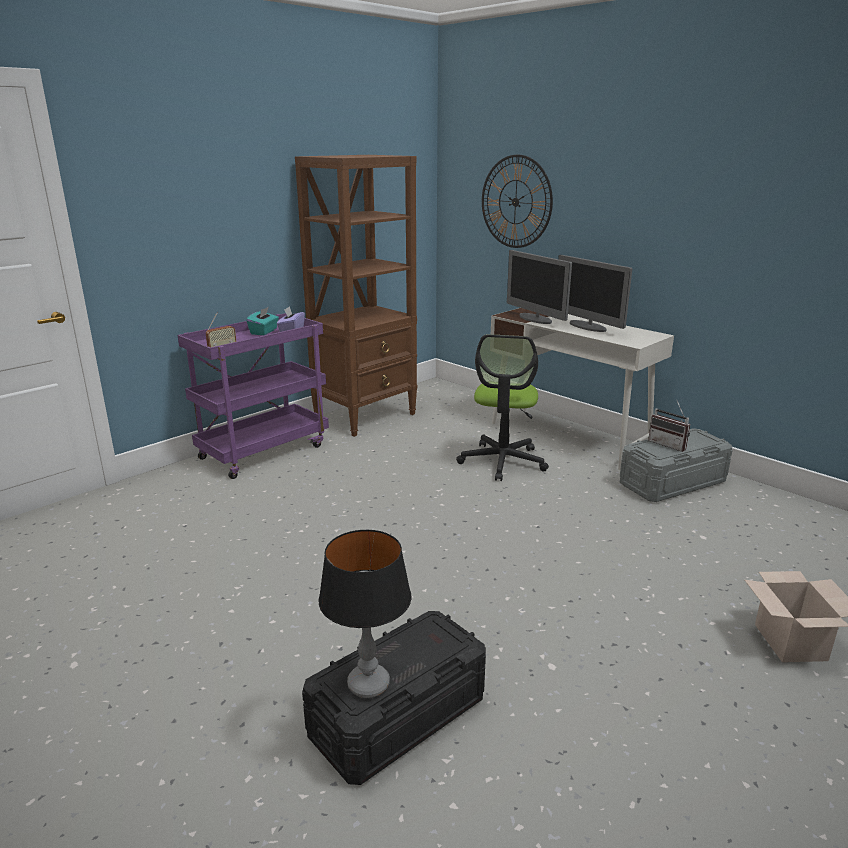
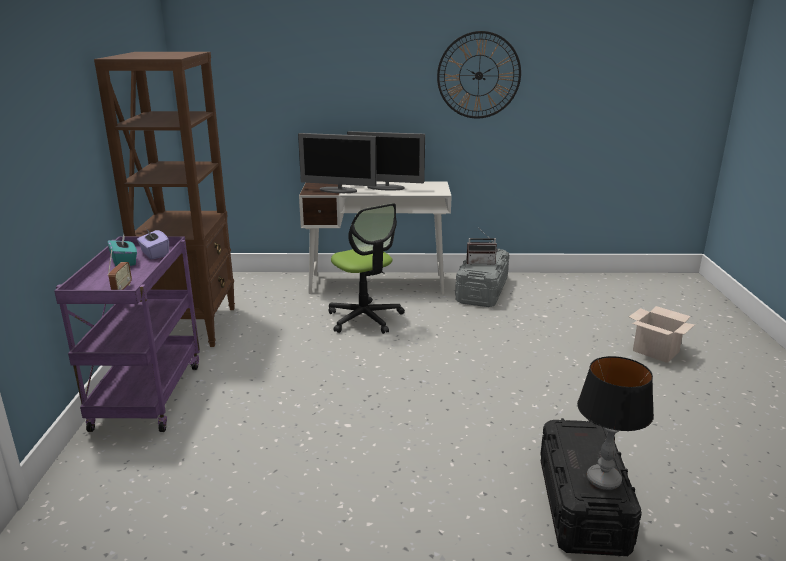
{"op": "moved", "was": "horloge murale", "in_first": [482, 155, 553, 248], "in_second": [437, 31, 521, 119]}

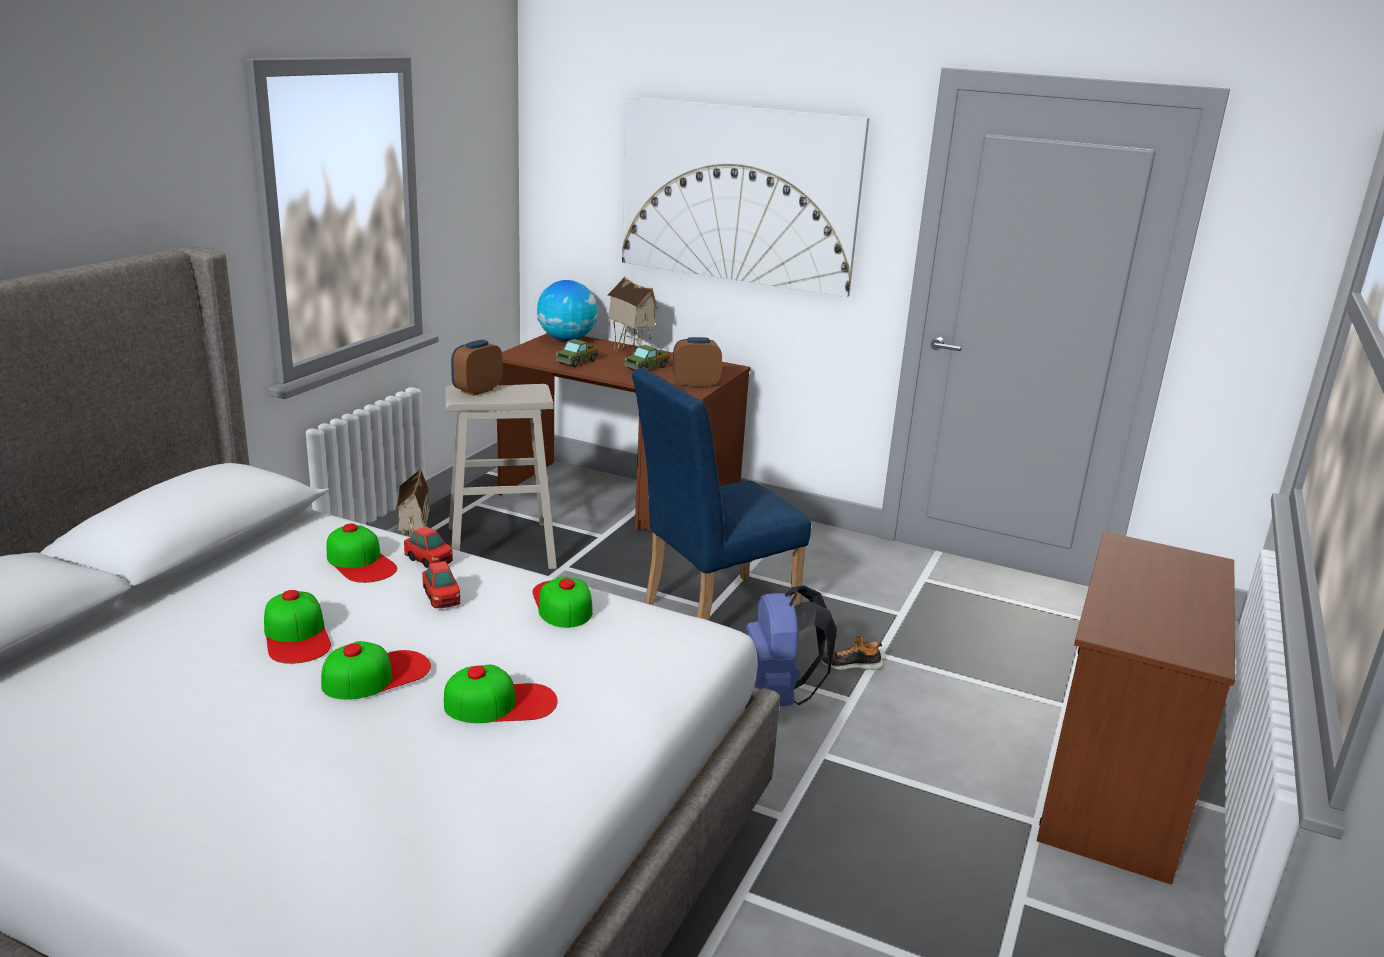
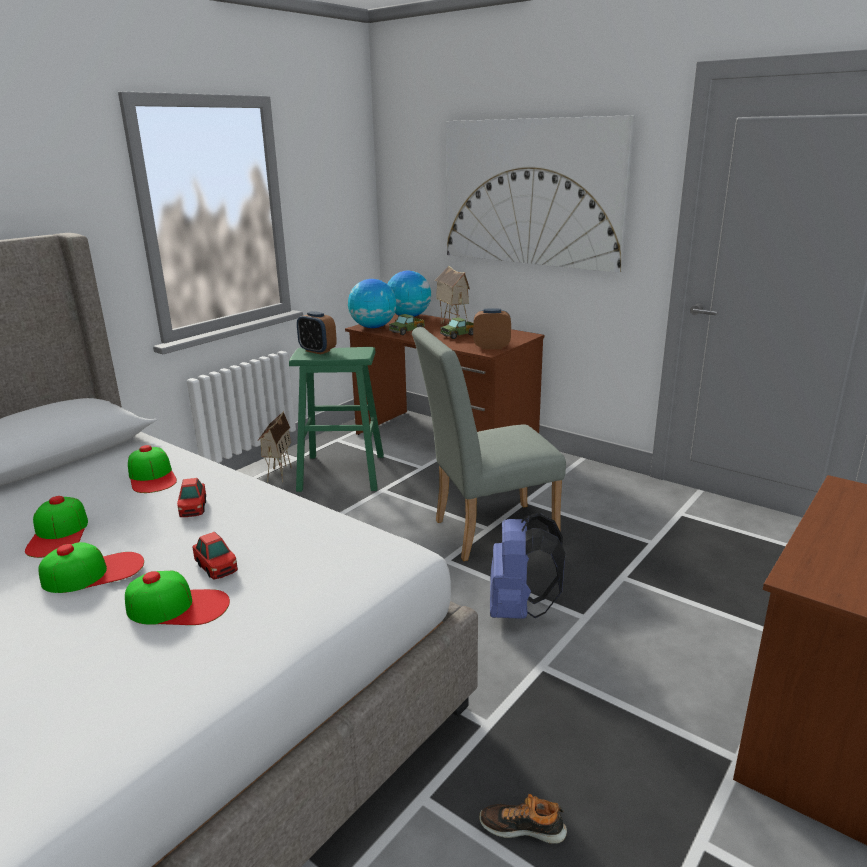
{"op": "moved", "was": "petite voiture", "in_first": [404, 526, 453, 568], "in_second": [192, 532, 238, 579]}
{"op": "recoloured", "was": "tabouret/beige", "now": "tabouret/vert", "in_first": [445, 384, 557, 569], "in_second": [289, 347, 384, 492]}
{"op": "turned", "was": "réveil", "in_first": [451, 340, 502, 396], "in_second": [297, 311, 337, 354], "clockwise": -105}
{"op": "removed", "was": "casquette", "in_first": [532, 577, 593, 628]}
{"op": "recoloured", "was": "chaise/bleu", "now": "chaise/gris", "in_first": [632, 368, 811, 620], "in_second": [412, 327, 566, 561]}
{"op": "moved", "was": "chaussure", "in_first": [821, 635, 884, 670], "in_second": [479, 794, 567, 844]}
{"op": "added", "now": "globe", "in_second": [348, 279, 396, 328]}

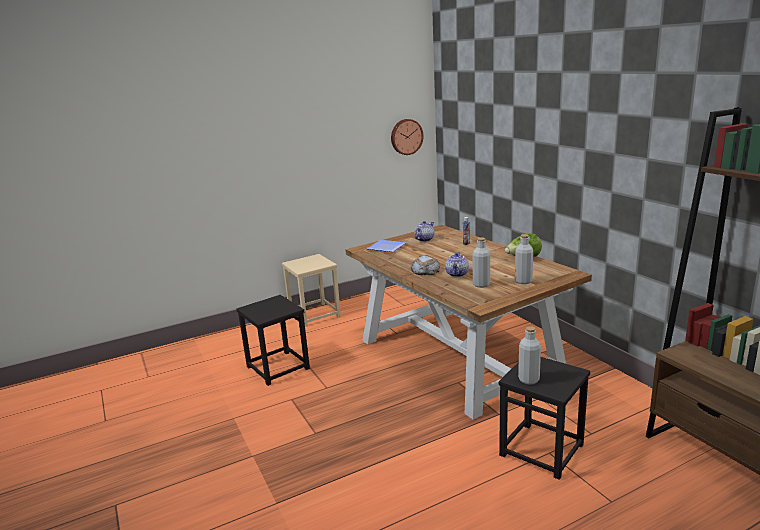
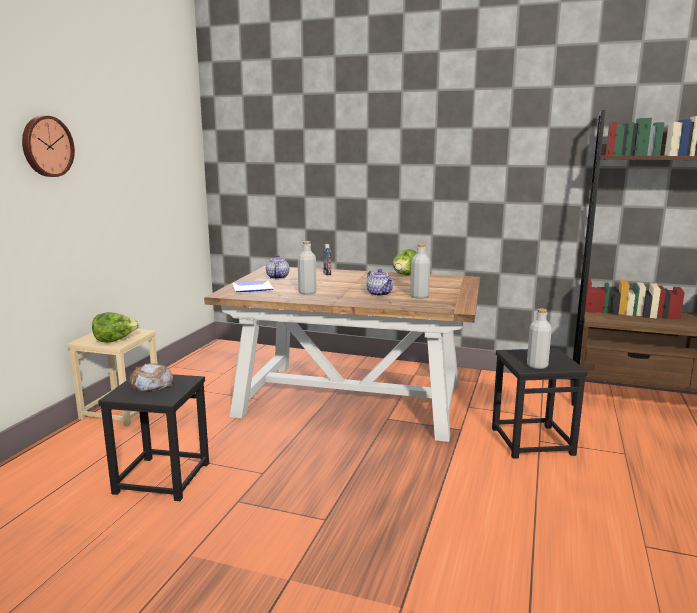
{"op": "moved", "was": "horloge murale", "in_first": [391, 119, 424, 155], "in_second": [22, 116, 75, 177]}
{"op": "moved", "was": "pain", "in_first": [411, 255, 440, 275], "in_second": [128, 363, 174, 392]}
{"op": "moved", "was": "bouteille/gris", "in_first": [515, 234, 533, 284], "in_second": [298, 241, 316, 295]}
{"op": "added", "now": "laitue", "in_second": [92, 312, 140, 343]}

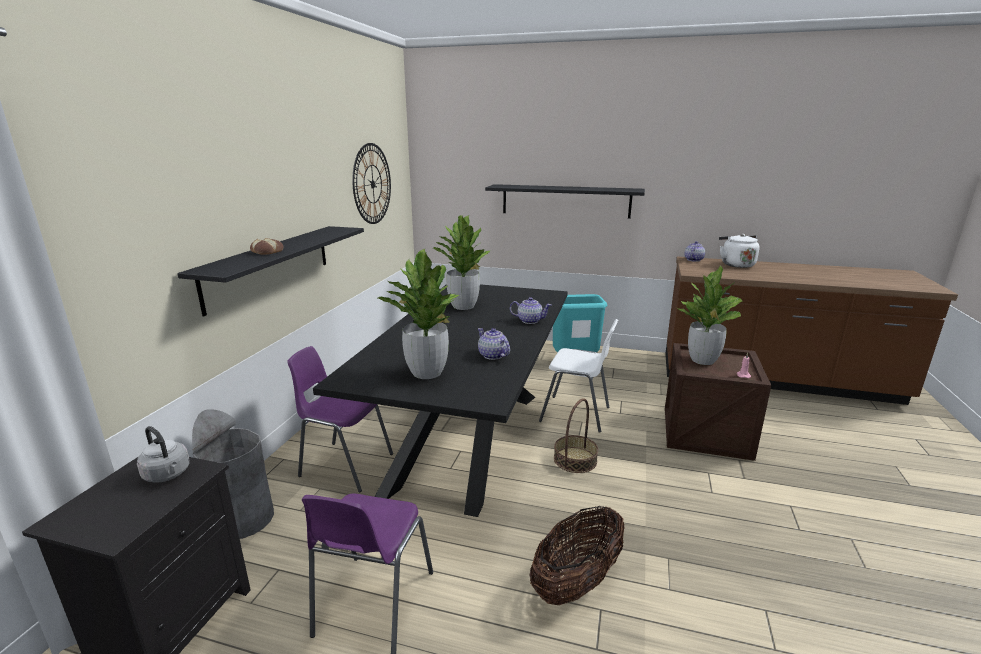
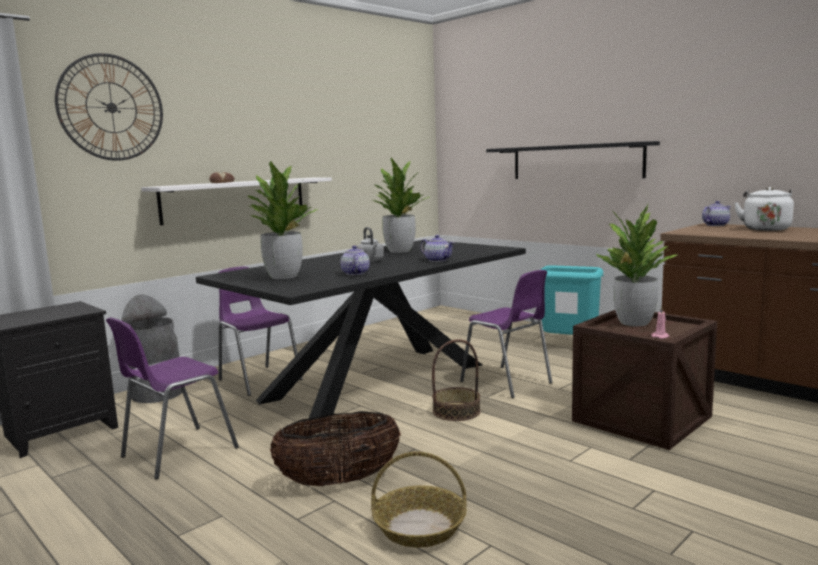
{"op": "moved", "was": "bouilloire/gris", "in_first": [137, 426, 189, 483], "in_second": [357, 227, 384, 262]}
{"op": "recoloured", "was": "étagère/noir", "now": "étagère/blanc", "in_first": [177, 226, 364, 316], "in_second": [141, 177, 332, 225]}
{"op": "moved", "was": "horloge murale", "in_first": [352, 143, 391, 224], "in_second": [55, 53, 163, 161]}
{"op": "recoloured", "was": "chaise/blanc", "now": "chaise/violet", "in_first": [539, 319, 618, 433], "in_second": [460, 270, 552, 398]}
{"op": "added", "now": "panier", "in_second": [371, 451, 467, 548]}

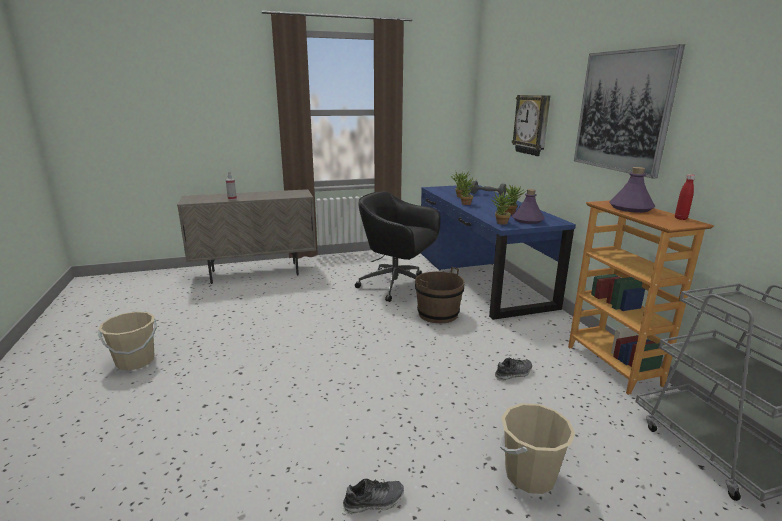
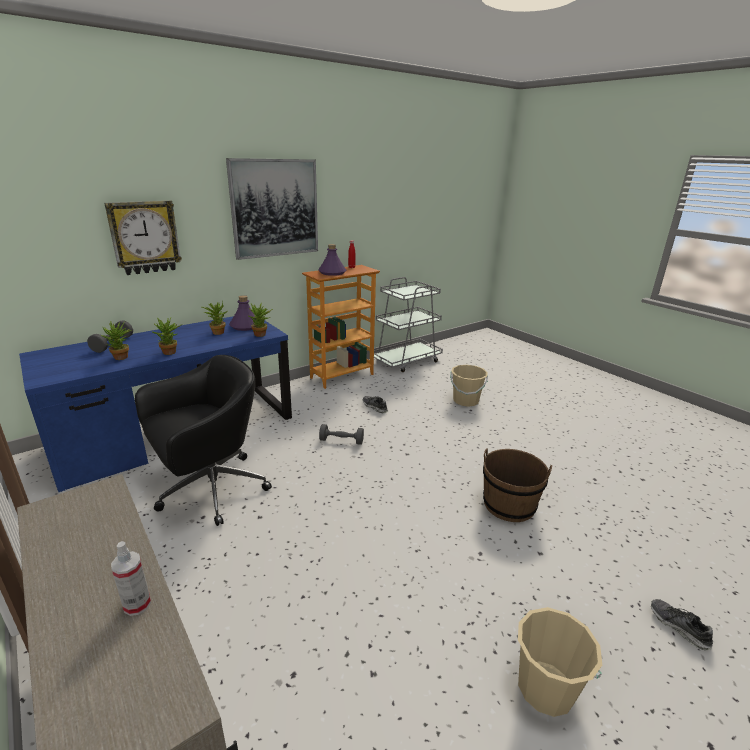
{"op": "moved", "was": "chaussure", "in_first": [343, 479, 404, 514], "in_second": [651, 599, 713, 651]}
{"op": "turned", "was": "chaise de bureau/noir", "in_first": [355, 191, 440, 302], "in_second": [135, 355, 272, 526], "clockwise": -135}
{"op": "moved", "was": "seau/marron", "in_first": [415, 267, 465, 323], "in_second": [483, 448, 552, 522]}
{"op": "added", "now": "haltère/gris", "in_second": [319, 424, 364, 445]}

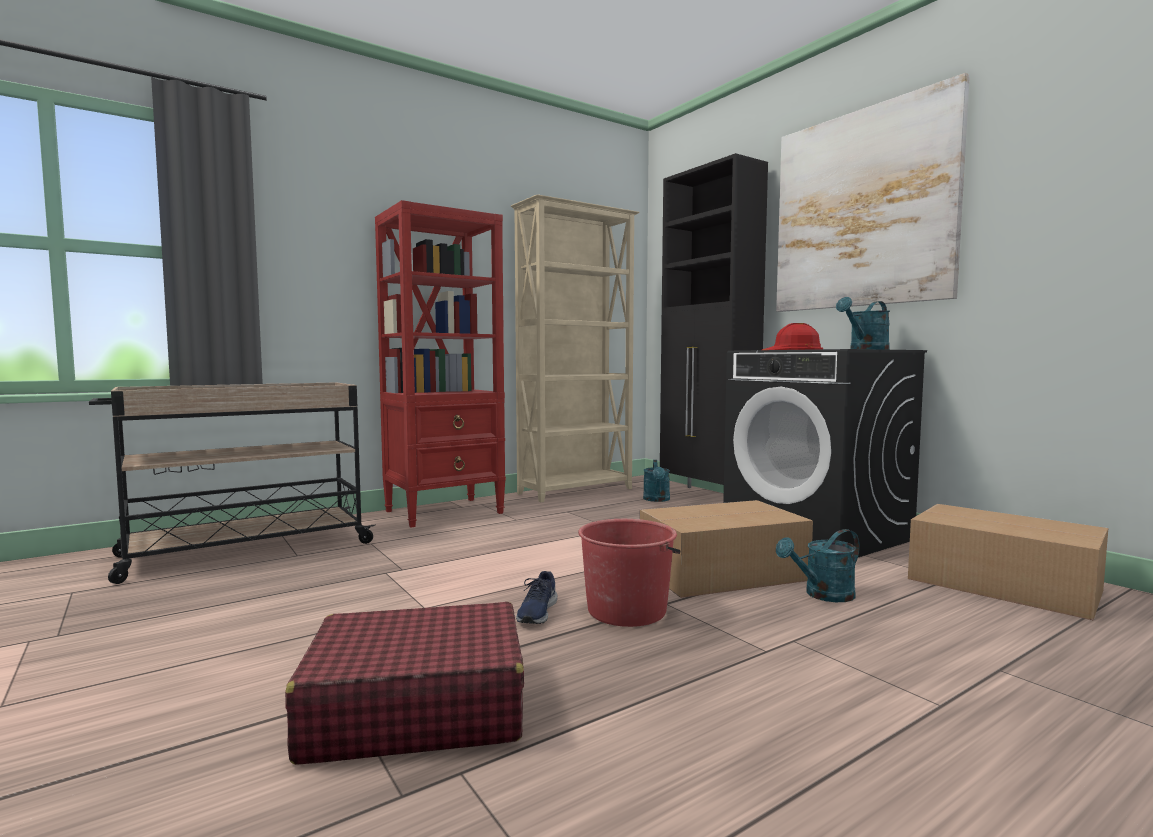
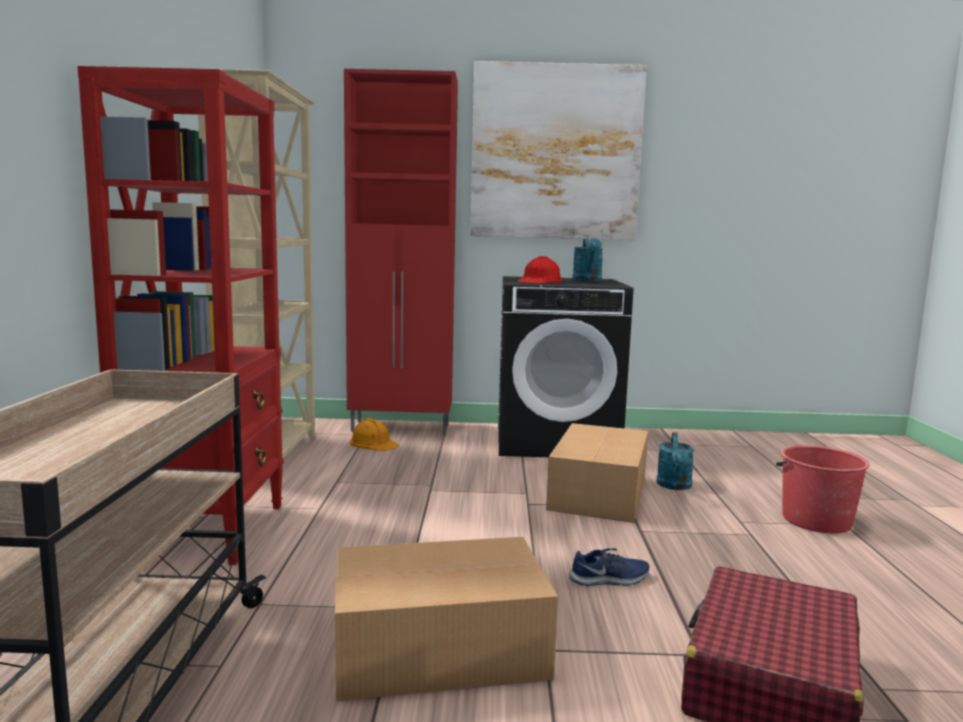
{"op": "turned", "was": "chaussure/bleu", "in_first": [516, 571, 557, 624], "in_second": [569, 548, 649, 586], "clockwise": -60}
{"op": "moved", "was": "seau/rouge", "in_first": [578, 519, 681, 627], "in_second": [776, 445, 870, 533]}
{"op": "replaced", "was": "arrosoir/turquoise", "now": "casque de chantier/orange", "in_first": [643, 460, 670, 502], "in_second": [350, 418, 399, 451]}
{"op": "recoloured", "was": "meuble de rangement/noir", "now": "meuble de rangement/rouge", "in_first": [660, 153, 768, 488], "in_second": [344, 69, 458, 435]}
{"op": "moved", "was": "carton", "in_first": [908, 504, 1108, 620], "in_second": [335, 537, 558, 701]}

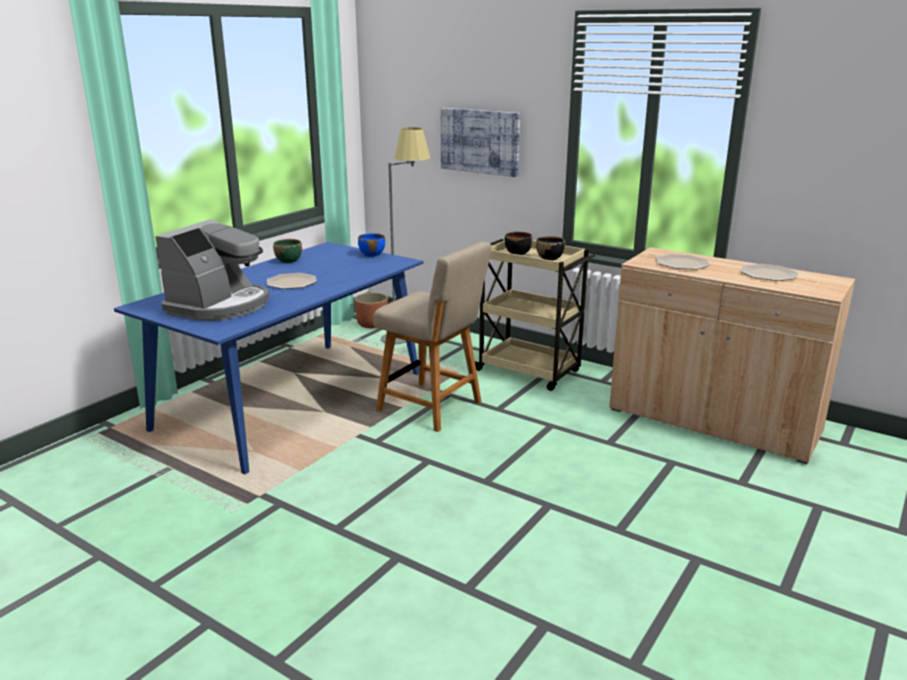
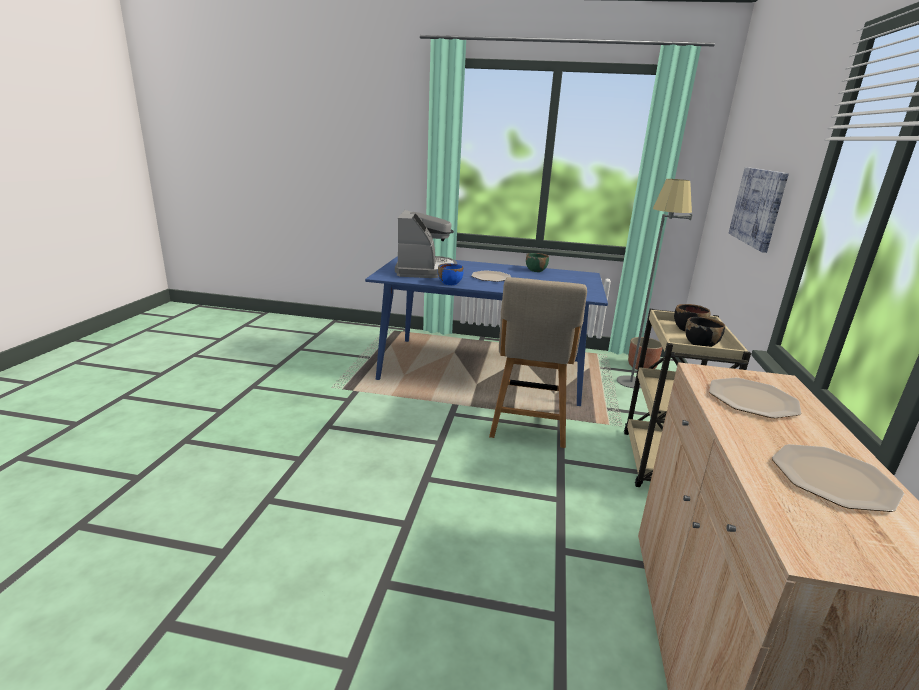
{"op": "turned", "was": "machine à café", "in_first": [155, 219, 269, 321], "in_second": [395, 210, 457, 278], "clockwise": -90}
{"op": "moved", "was": "bol/bleu", "in_first": [358, 233, 385, 257], "in_second": [438, 263, 463, 285]}

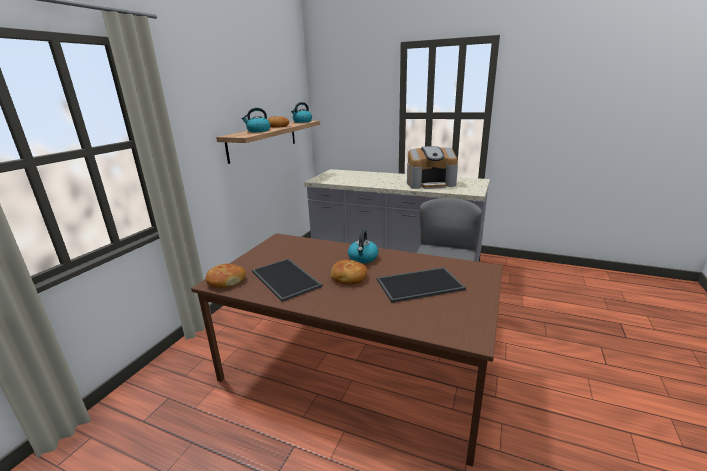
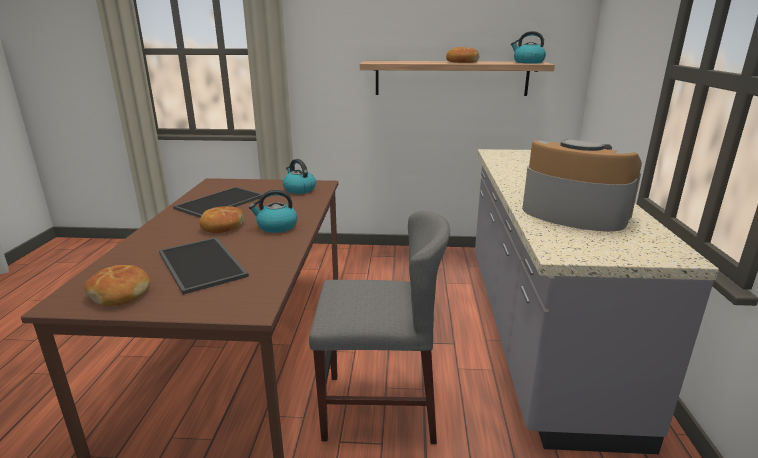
{"op": "moved", "was": "pain", "in_first": [205, 264, 246, 288], "in_second": [84, 265, 150, 306]}
{"op": "moved", "was": "bouilloire", "in_first": [242, 108, 270, 132], "in_second": [283, 159, 316, 194]}
{"op": "turned", "was": "machine à café", "in_first": [407, 146, 458, 189], "in_second": [522, 139, 642, 232], "clockwise": 150}

